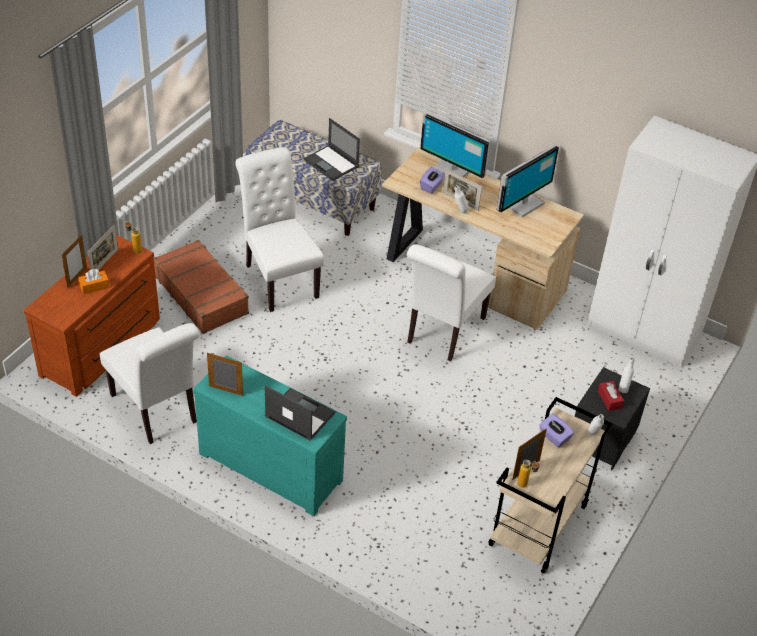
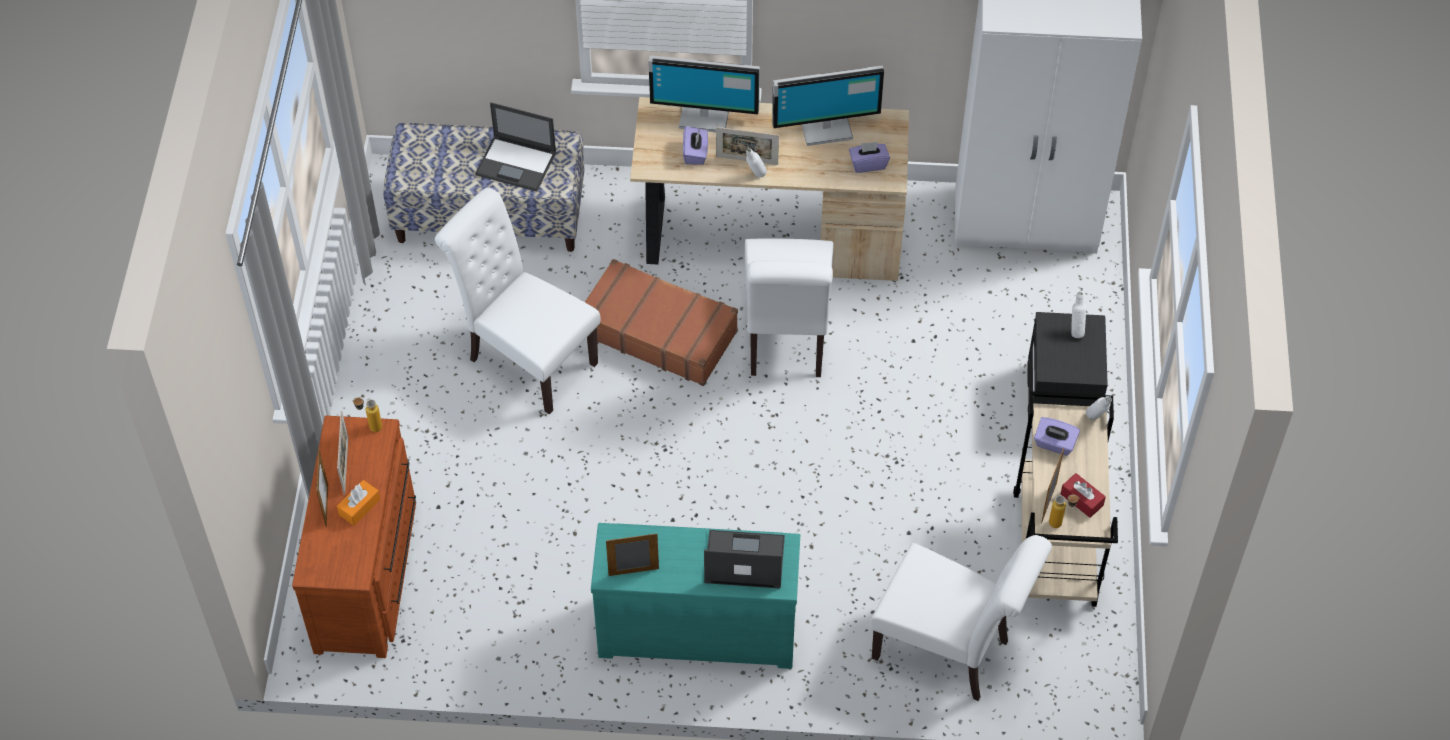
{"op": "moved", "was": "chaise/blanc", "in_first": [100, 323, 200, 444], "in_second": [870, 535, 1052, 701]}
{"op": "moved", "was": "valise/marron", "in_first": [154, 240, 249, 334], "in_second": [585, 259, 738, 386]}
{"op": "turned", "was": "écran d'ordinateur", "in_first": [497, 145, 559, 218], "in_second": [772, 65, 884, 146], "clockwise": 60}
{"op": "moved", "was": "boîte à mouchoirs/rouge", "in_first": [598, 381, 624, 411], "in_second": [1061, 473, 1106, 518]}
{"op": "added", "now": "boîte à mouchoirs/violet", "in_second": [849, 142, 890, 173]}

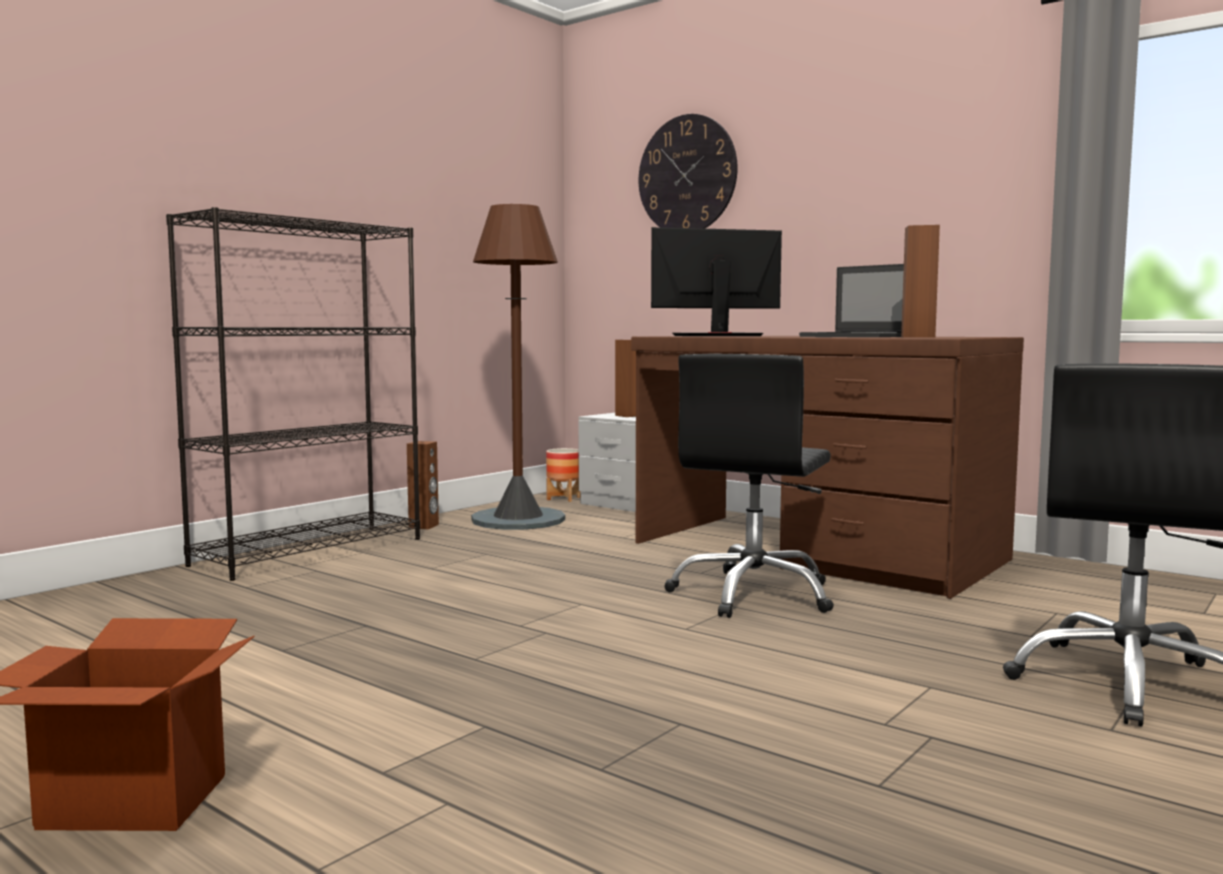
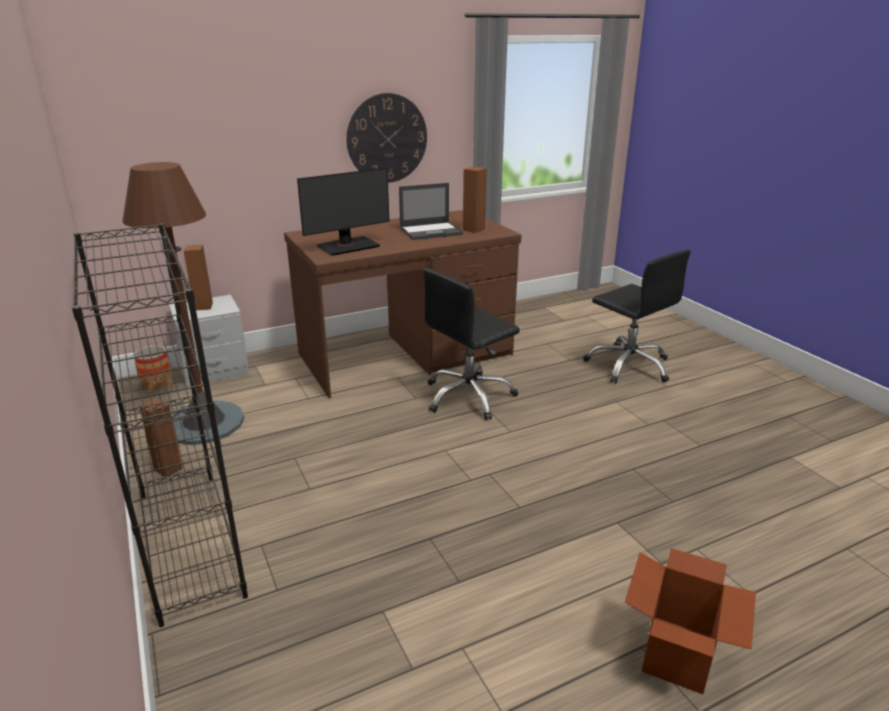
{"op": "moved", "was": "horloge murale", "in_first": [639, 114, 737, 229], "in_second": [346, 93, 427, 183]}
{"op": "turned", "was": "écran d'ordinateur", "in_first": [651, 227, 782, 336], "in_second": [297, 168, 389, 256], "clockwise": -135}
{"op": "turned", "was": "chaise de bureau/noir", "in_first": [664, 354, 834, 618], "in_second": [423, 268, 520, 420], "clockwise": 90}

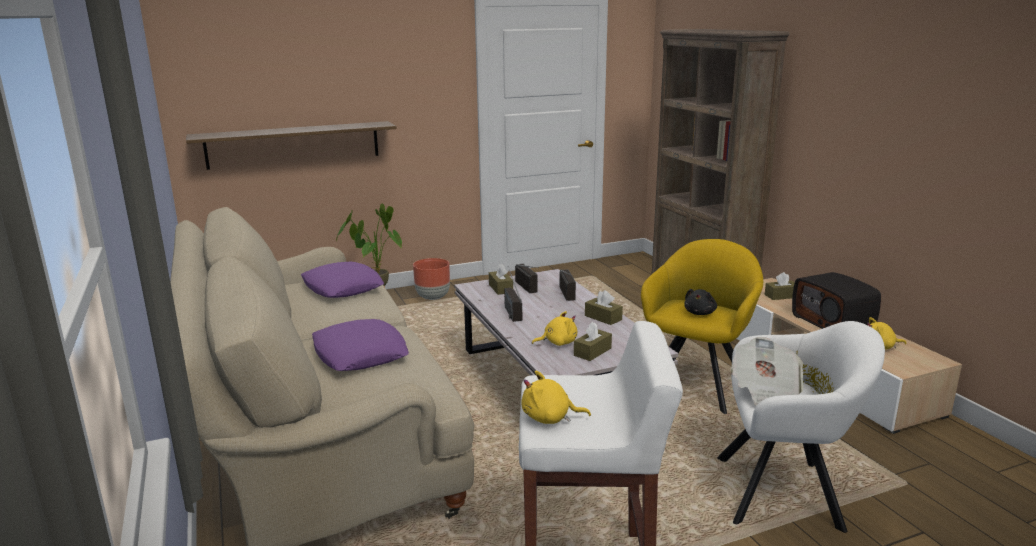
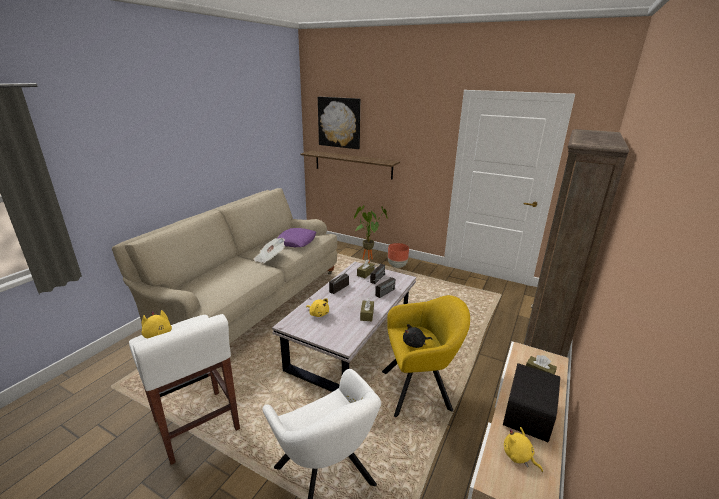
{"op": "removed", "was": "coussin/violet", "in_first": [312, 319, 409, 371]}
{"op": "removed", "was": "boîte à mouchoirs/marron", "in_first": [574, 322, 612, 361]}
{"op": "moved", "was": "journal", "in_first": [731, 337, 803, 406], "in_second": [253, 238, 285, 263]}
{"op": "added", "now": "tableau", "in_second": [318, 97, 360, 149]}

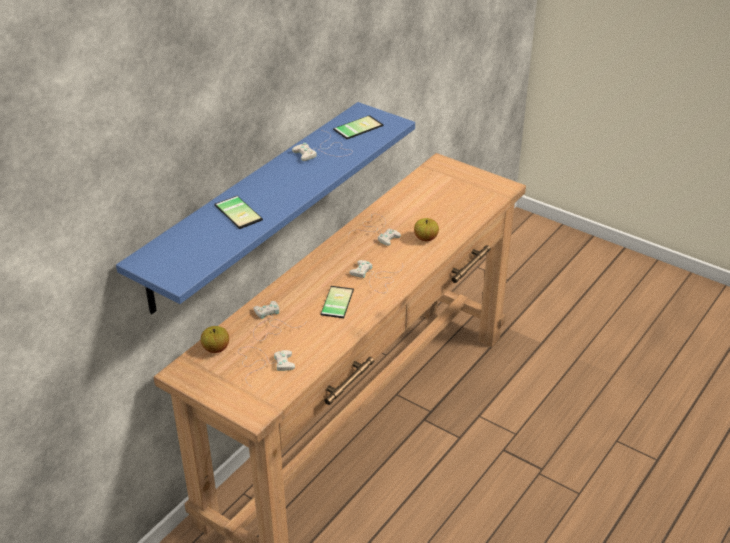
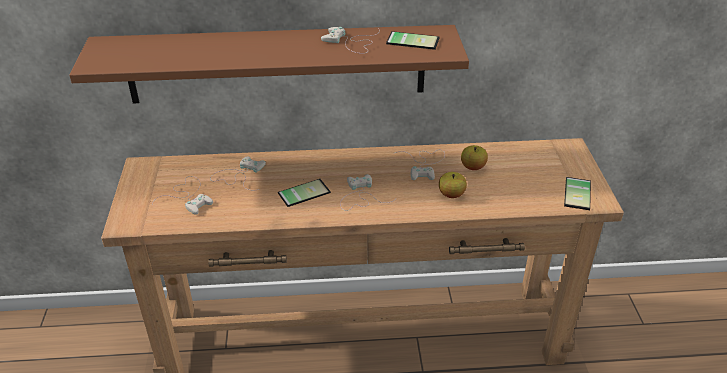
{"op": "recoloured", "was": "étagère/bleu", "now": "étagère/marron", "in_first": [116, 102, 415, 314], "in_second": [69, 25, 469, 103]}
{"op": "moved", "was": "pomme", "in_first": [201, 326, 229, 353], "in_second": [461, 145, 488, 170]}
{"op": "moved", "was": "téléphone", "in_first": [214, 196, 263, 229], "in_second": [564, 177, 591, 210]}

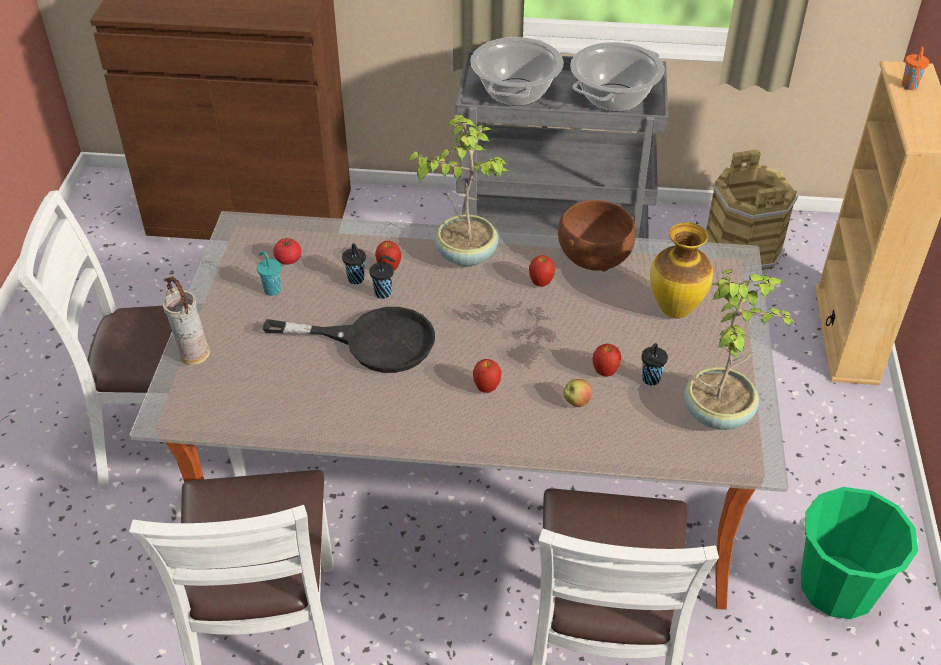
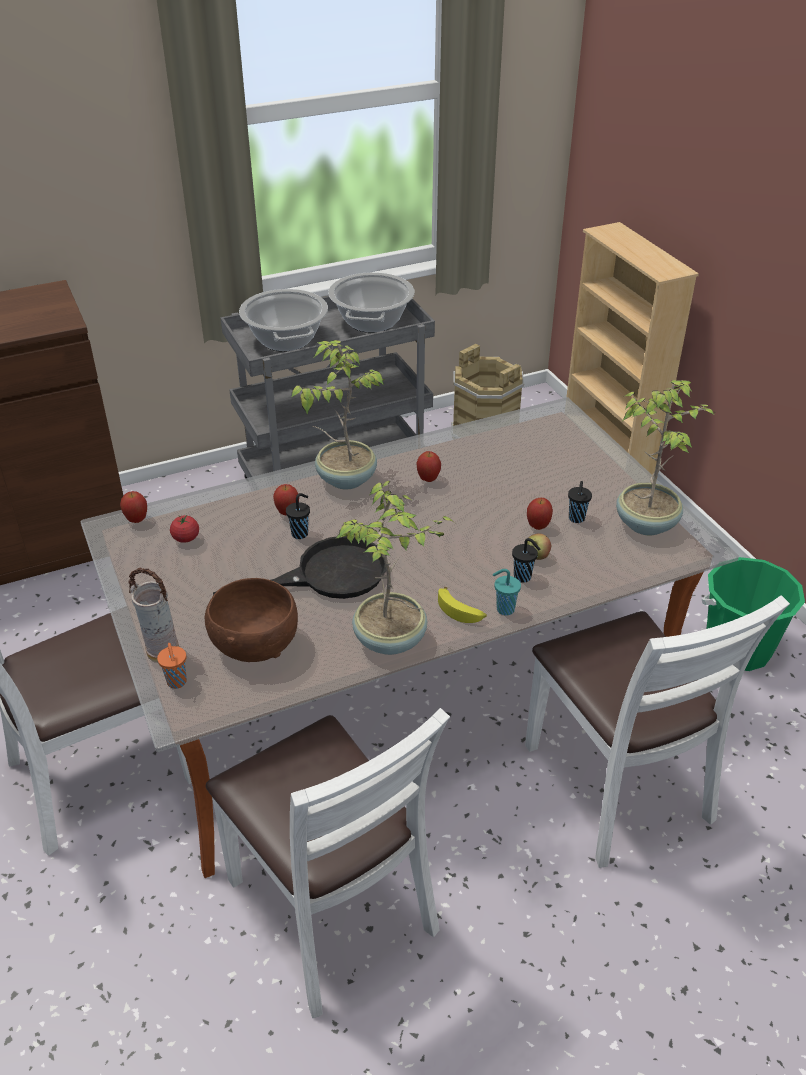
{"op": "moved", "was": "tasse/turquoise", "in_first": [257, 251, 281, 296], "in_second": [493, 569, 521, 615]}
{"op": "moved", "was": "tasse/noir", "in_first": [342, 243, 366, 284], "in_second": [512, 538, 540, 583]}
{"op": "moved", "was": "pomme", "in_first": [473, 359, 501, 393], "in_second": [120, 491, 147, 523]}
{"op": "moved", "was": "bol/marron", "in_first": [558, 200, 636, 271], "in_second": [205, 578, 298, 662]}
{"op": "removed", "was": "vase", "in_first": [650, 222, 713, 318]}
{"op": "moved", "was": "tasse/orange", "in_first": [902, 46, 929, 90], "in_second": [157, 643, 187, 689]}
{"op": "added", "now": "plante en pot", "in_second": [335, 480, 455, 655]}
{"op": "added", "now": "banane", "in_second": [438, 587, 487, 623]}

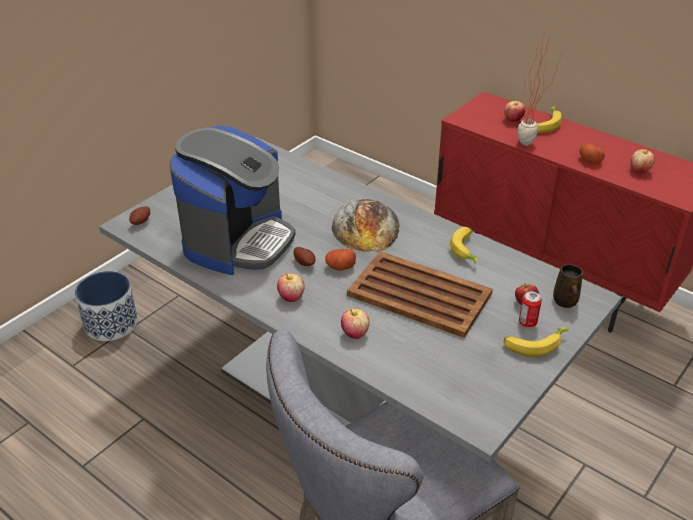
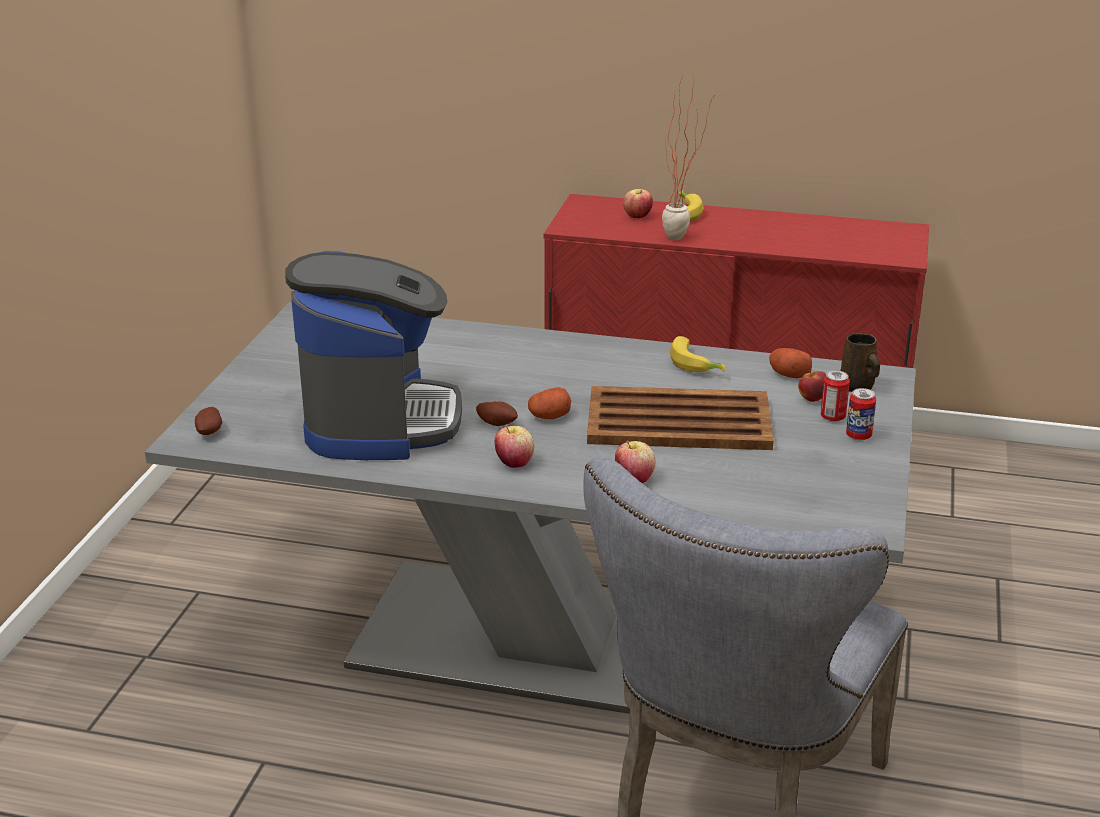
{"op": "removed", "was": "cache-pot", "in_first": [75, 271, 138, 341]}
{"op": "removed", "was": "pain", "in_first": [332, 199, 399, 251]}
{"op": "replaced", "was": "banane", "now": "boîte métallique", "in_first": [504, 327, 569, 357], "in_second": [846, 388, 876, 441]}
{"op": "moved", "was": "pomme de terre", "in_first": [579, 143, 605, 164], "in_second": [769, 348, 812, 378]}
{"op": "removed", "was": "pomme", "in_first": [631, 149, 655, 173]}

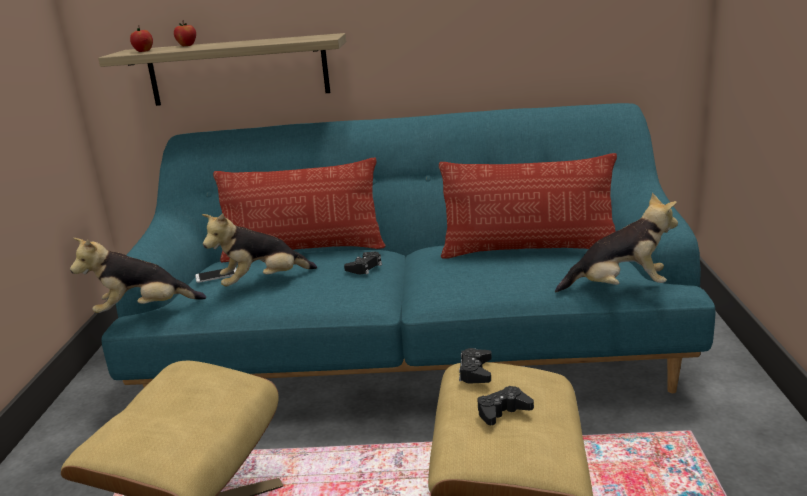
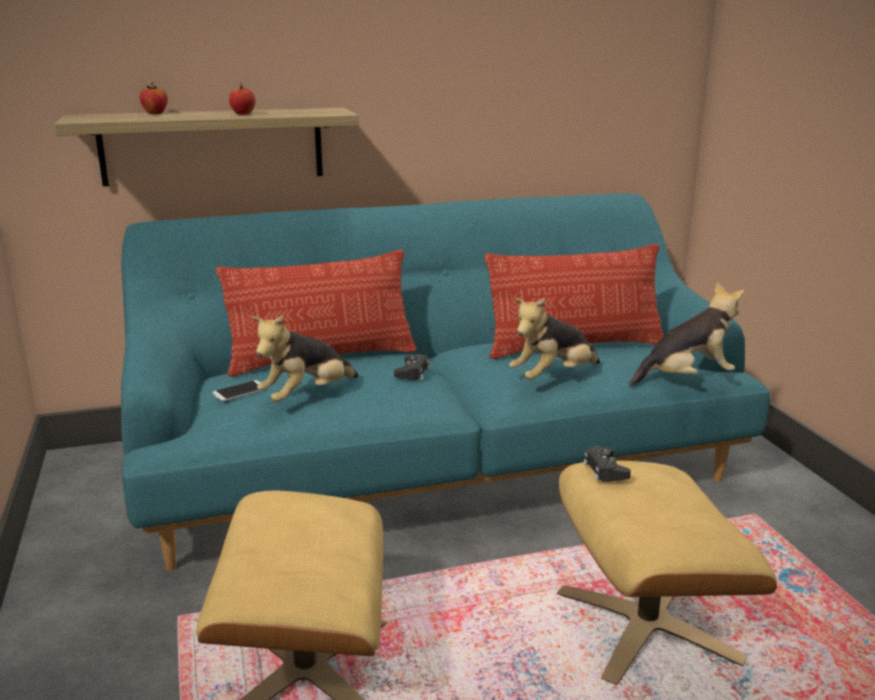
{"op": "moved", "was": "peluche", "in_first": [70, 238, 206, 313], "in_second": [509, 298, 600, 380]}
{"op": "moved", "was": "pomme", "in_first": [130, 25, 153, 52], "in_second": [229, 83, 255, 115]}
{"op": "removed", "was": "manette/noir", "in_first": [477, 386, 534, 425]}

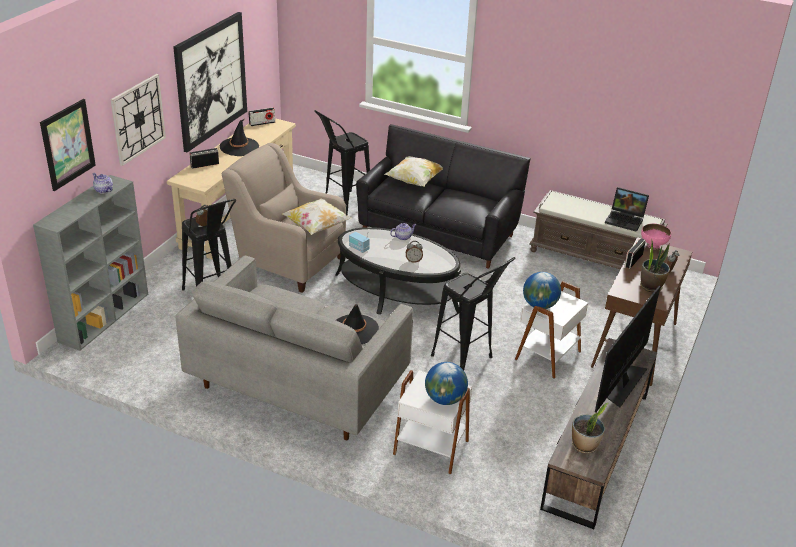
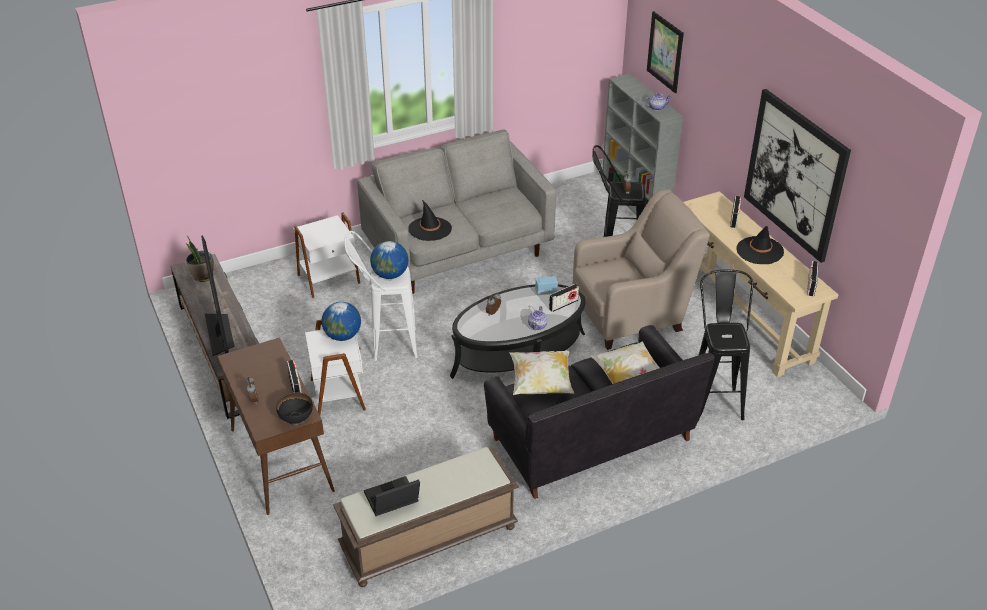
{"op": "removed", "was": "horloge murale", "in_first": [110, 74, 166, 166]}
{"op": "moved", "was": "coussin", "in_first": [282, 199, 351, 235], "in_second": [510, 351, 574, 395]}
{"op": "moved", "was": "globe", "in_first": [425, 362, 468, 405], "in_second": [370, 241, 408, 279]}
{"op": "recoloured", "was": "tabouret/noir", "now": "tabouret/blanc", "in_first": [431, 257, 515, 370], "in_second": [344, 231, 418, 361]}
{"op": "removed", "was": "plante en pot", "in_first": [640, 239, 670, 292]}
{"op": "recoloured", "was": "bol/rose", "now": "bol/noir", "in_first": [641, 224, 671, 249], "in_second": [276, 392, 313, 425]}
{"op": "added", "now": "radio", "in_second": [549, 284, 579, 312]}

